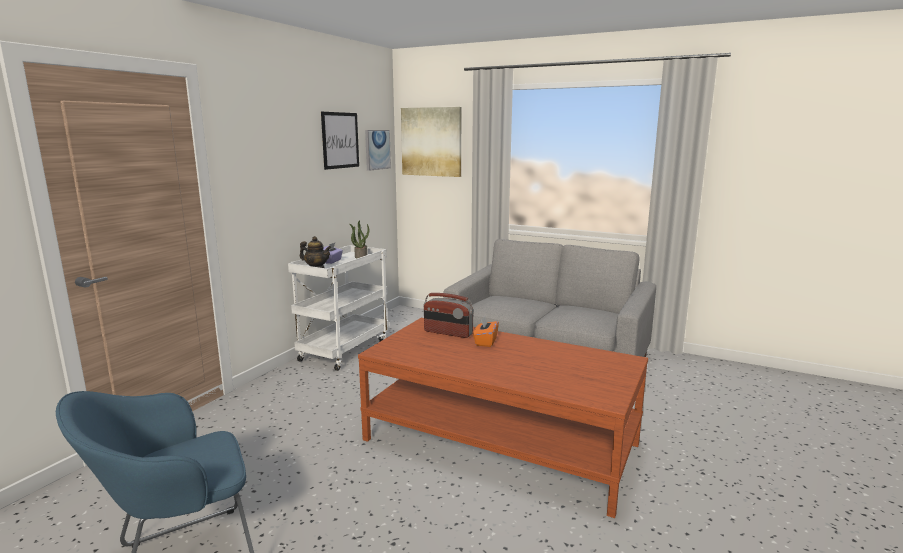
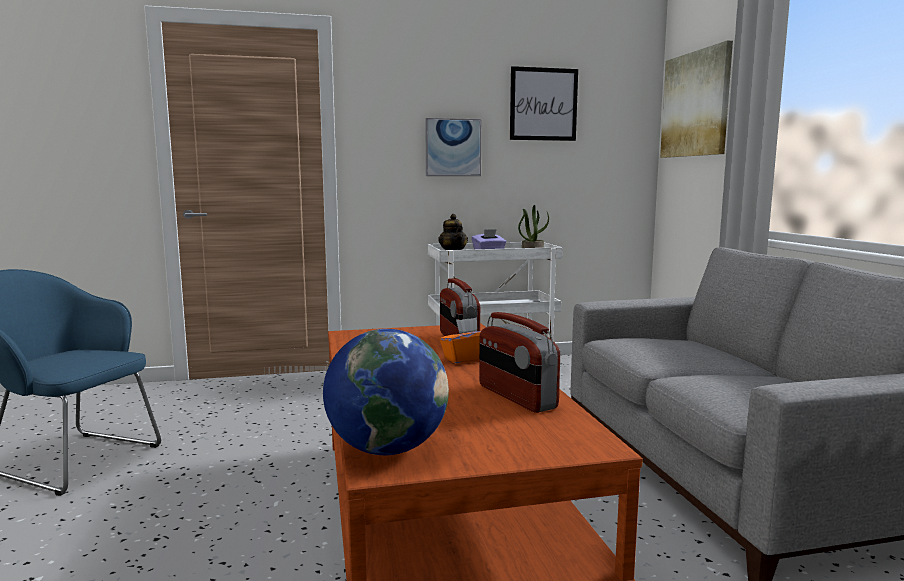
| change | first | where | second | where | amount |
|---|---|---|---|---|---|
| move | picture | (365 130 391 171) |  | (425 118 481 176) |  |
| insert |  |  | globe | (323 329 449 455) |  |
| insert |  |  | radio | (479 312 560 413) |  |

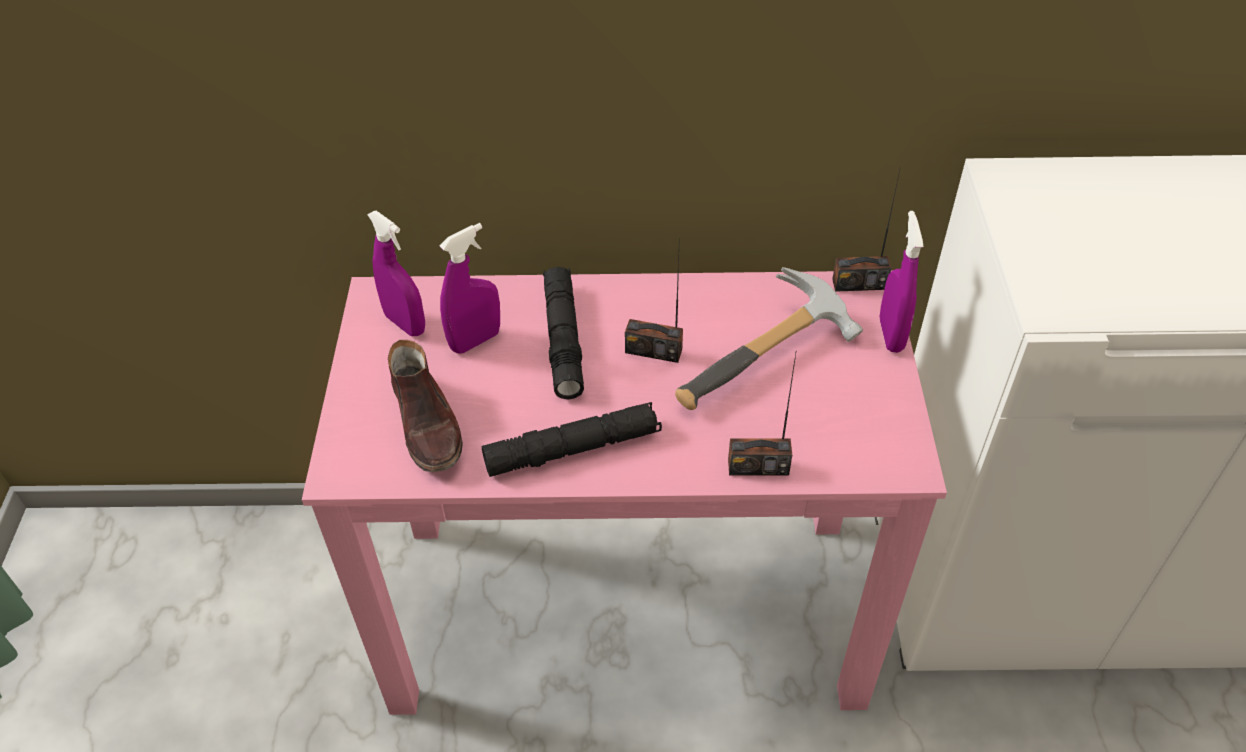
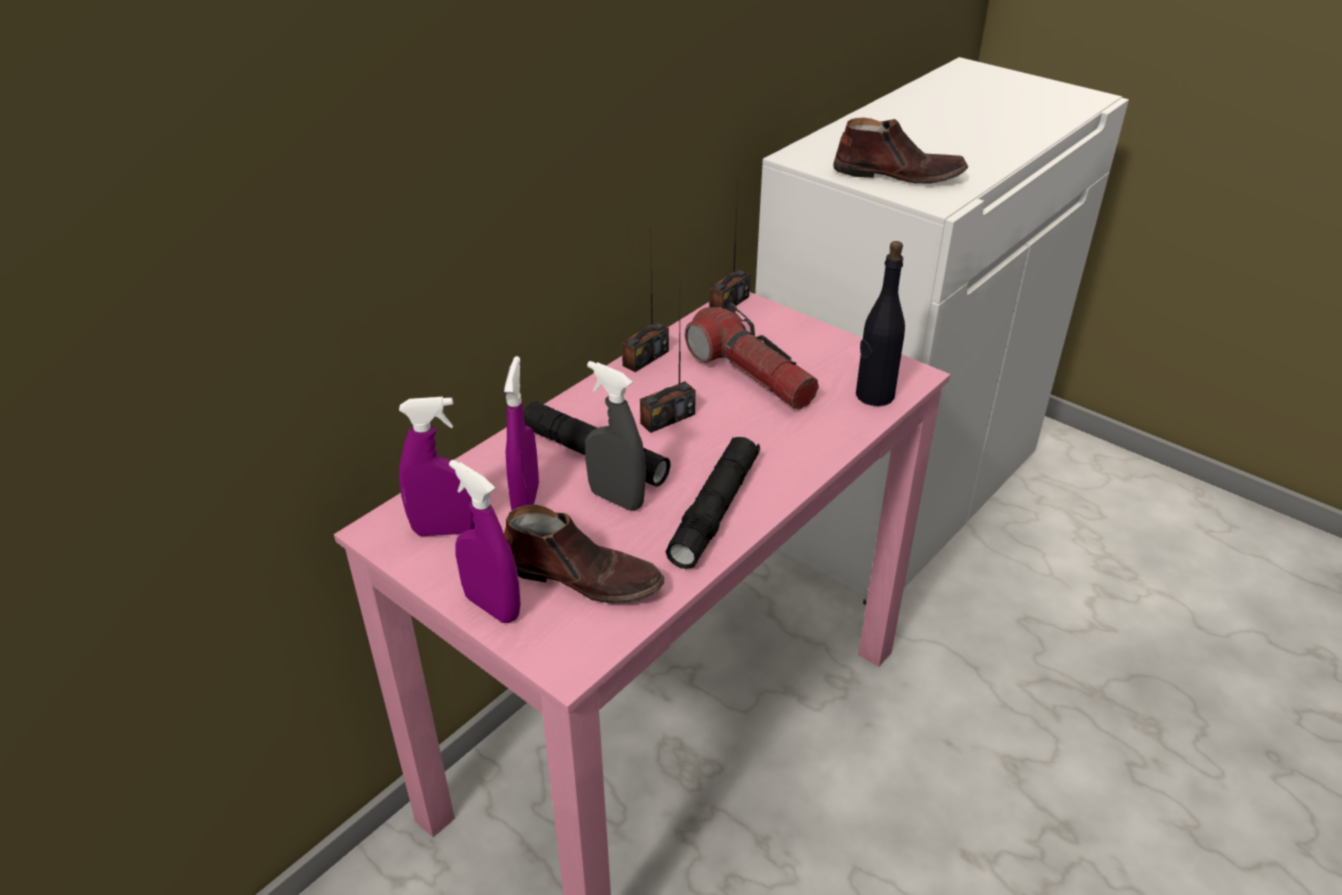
| change | first | where | second | where | amount |
|---|---|---|---|---|---|
| replace | hammer | (675 267 863 410) | flashlight | (685 303 819 410) |  |
| move | radio | (728 354 796 476) |  | (622 263 669 372) |  |
| move | purple spray bottle | (880 211 924 353) |  | (449 460 521 623) |  |
| insert |  |  | grey spray bottle | (585 361 646 511) |  |
| insert |  |  | brown shoe | (833 117 968 184) |  |
| insert |  |  | black bottle | (856 241 905 406) |  |

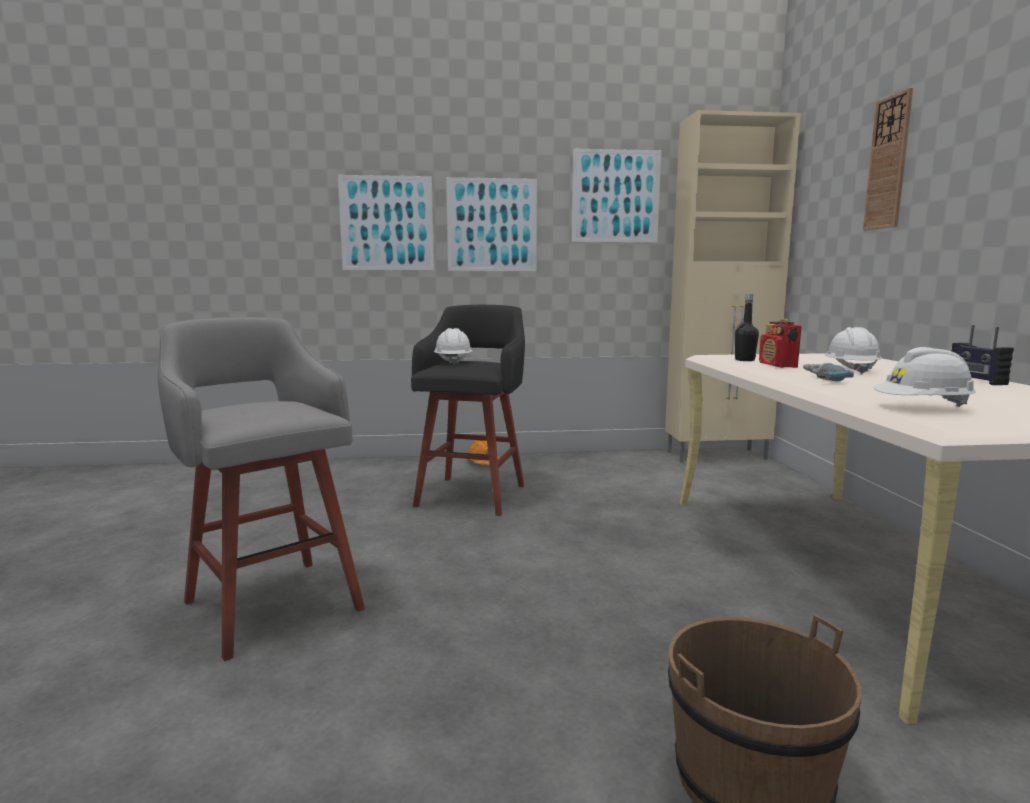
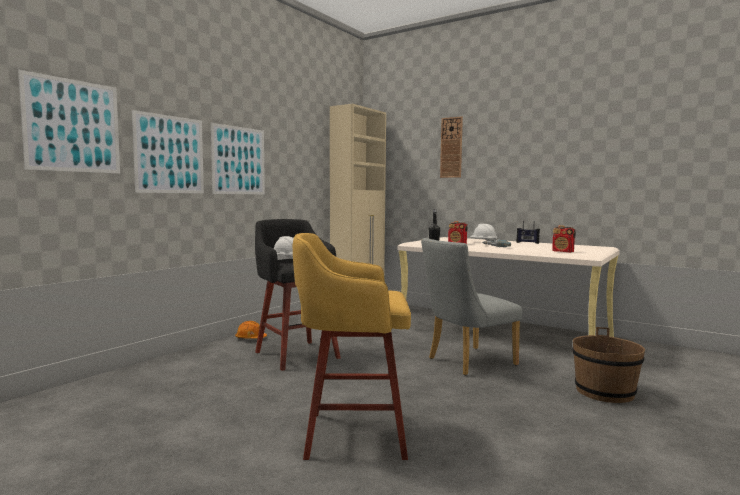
| change | first | where | second | where | amount |
|---|---|---|---|---|---|
| recolor | grey stool | (158 317 365 661) | yellow stool | (293 233 411 460) |  |
| move | picture | (572 149 661 242) |  | (18 70 120 174) |  |
| replace | white hard hat | (874 347 976 407) | radio | (552 225 576 253) |  |
| insert |  |  | grey chair | (421 238 523 376) |  |

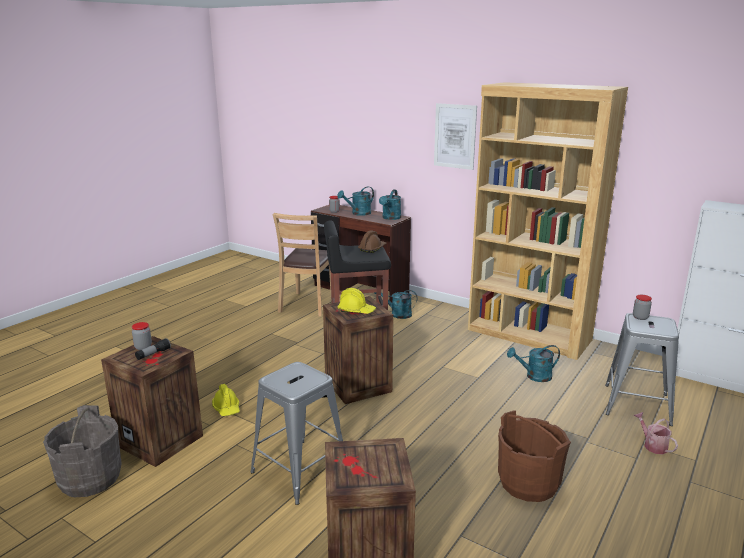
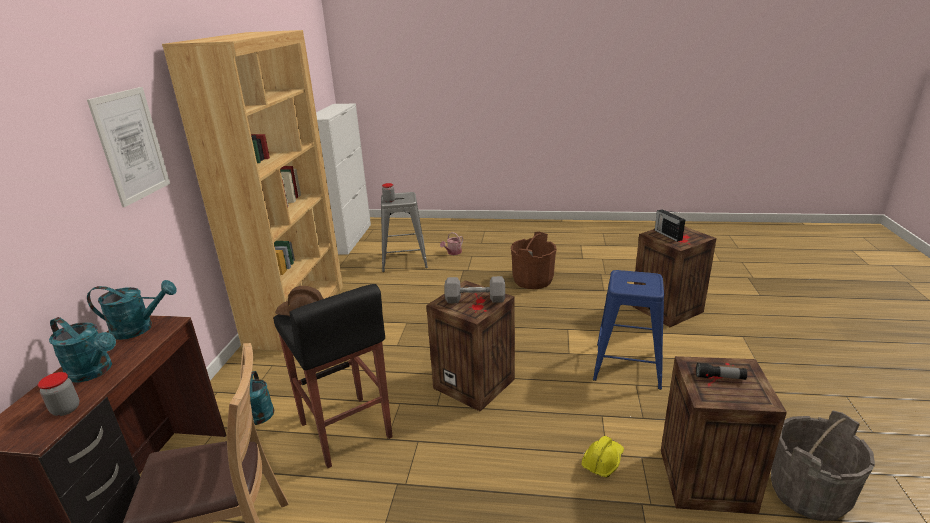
| change | first | where | second | where | amount |
|---|---|---|---|---|---|
| delete | jar | (132 322 152 350) |  |  |  |
| recolor | grey stool | (250 362 343 505) | blue stool | (593 270 664 390) |  |
| replace | yellow hard hat | (337 288 376 314) | grey dumbbell | (444 276 505 303) |  |
| delete | turquoise watering can | (507 345 560 382) |  |  |  |
| insert |  |  | radio | (655 209 685 242) |  |

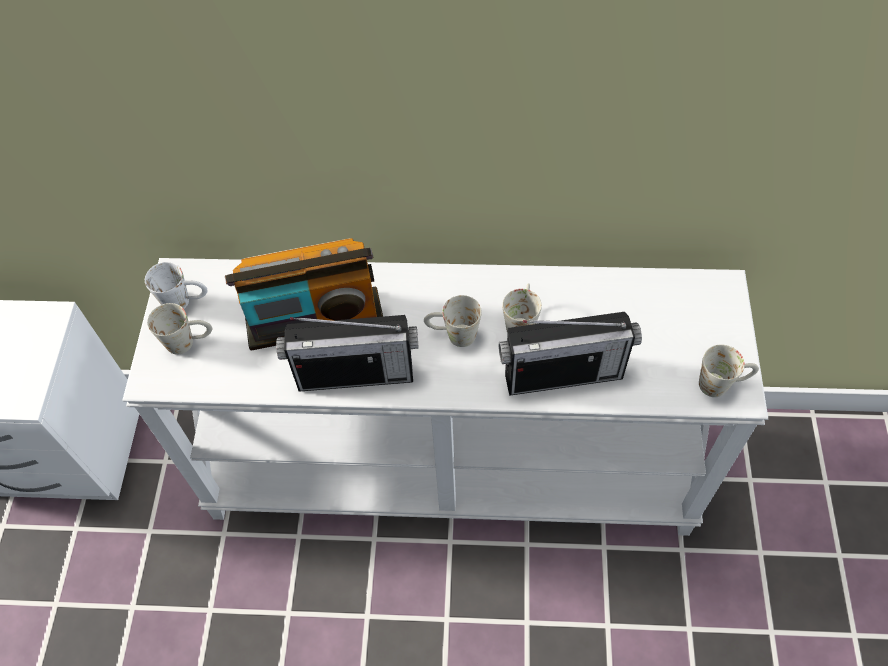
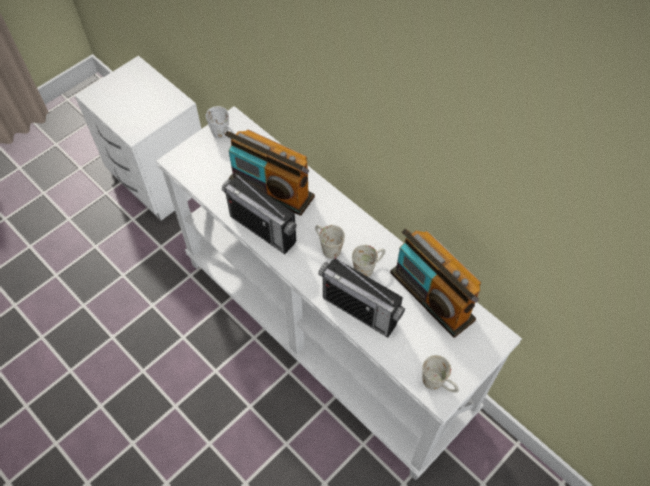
| change | first | where | second | where | amount |
|---|---|---|---|---|---|
| delete | white mug | (147 303 212 355) |  |  |  |
| insert |  |  | radio | (390 228 481 338) |  |

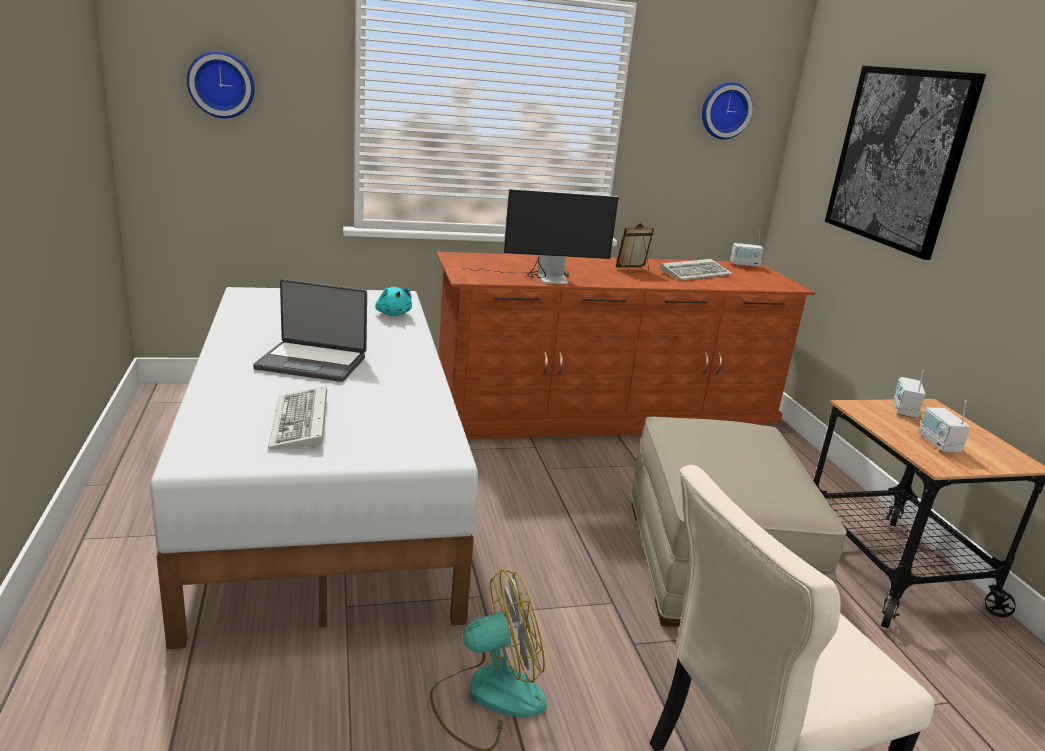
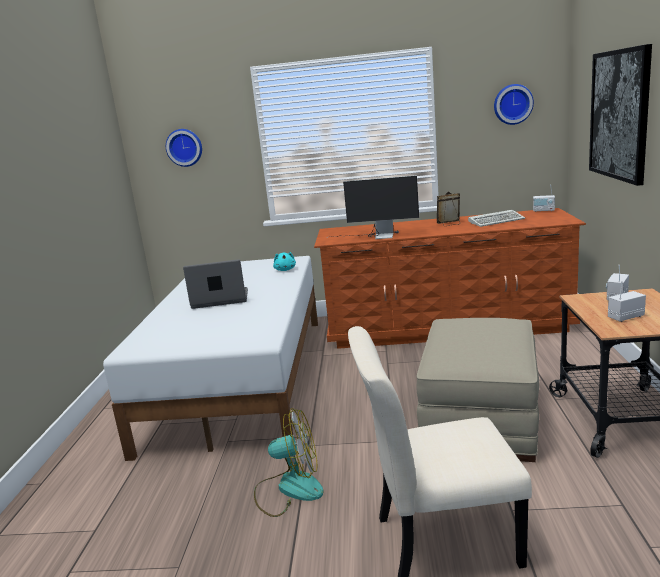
| change | first | where | second | where | amount |
|---|---|---|---|---|---|
| rotate | laptop | (253 279 367 382) |  | (183 259 248 309) | 150 degrees clockwise |
| delete | keyboard | (268 387 327 450) |  |  |  |
| rotate | radio | (918 401 971 452) |  | (608 281 646 322) | 60 degrees clockwise |

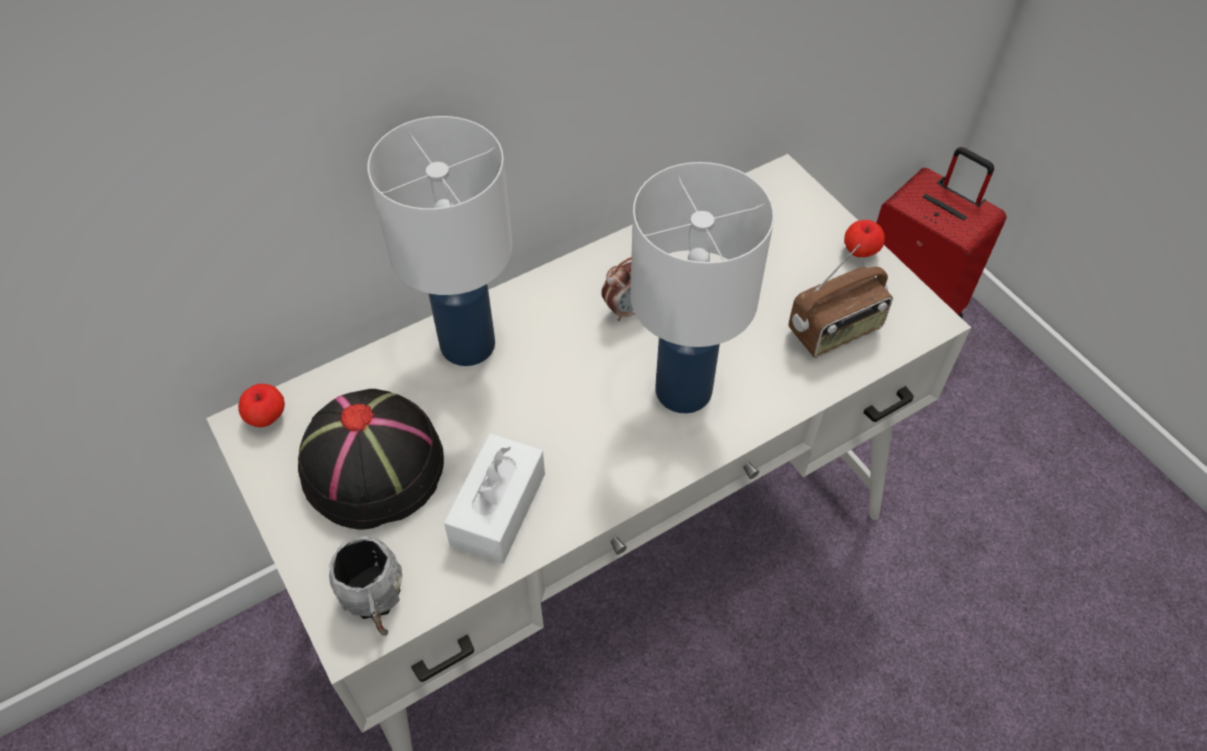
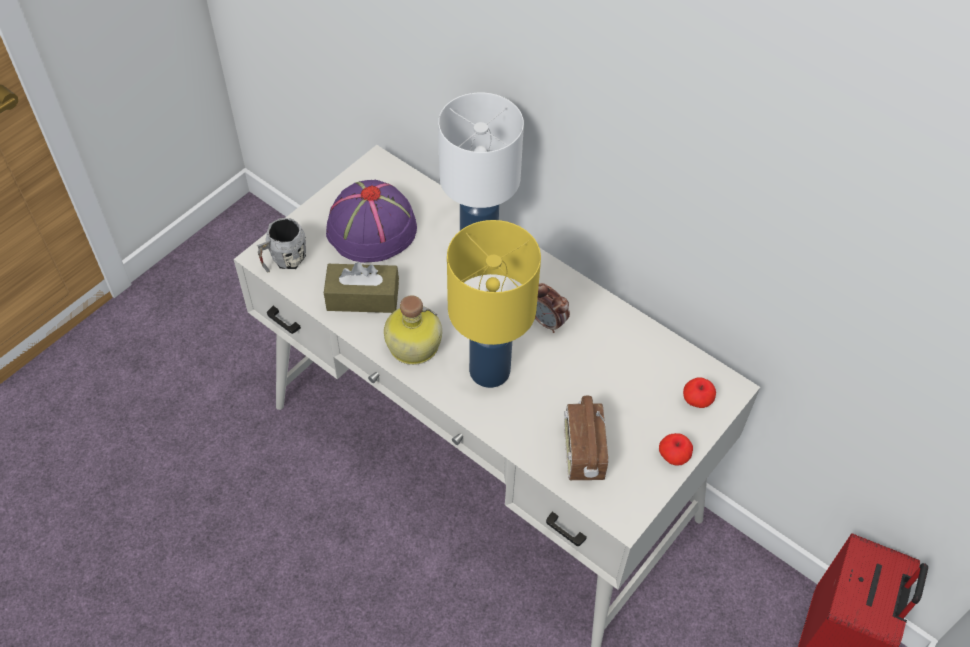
| change | first | where | second | where | amount |
|---|---|---|---|---|---|
| move | apple | (238 384 285 427) |  | (683 377 716 408) |  |
| recolor | black hat | (298 389 444 530) | purple hat | (326 179 417 263) |  |
| recolor | white tissue box | (444 433 545 564) | brown tissue box | (324 262 399 313) |  |
| recolor | white table lamp | (630 162 774 414) | yellow table lamp | (447 220 541 388) |  |
| rotate | radio | (788 244 893 358) |  | (564 396 608 480) | 45 degrees clockwise |
| insert |  |  | bottle | (384 295 442 365) |  |

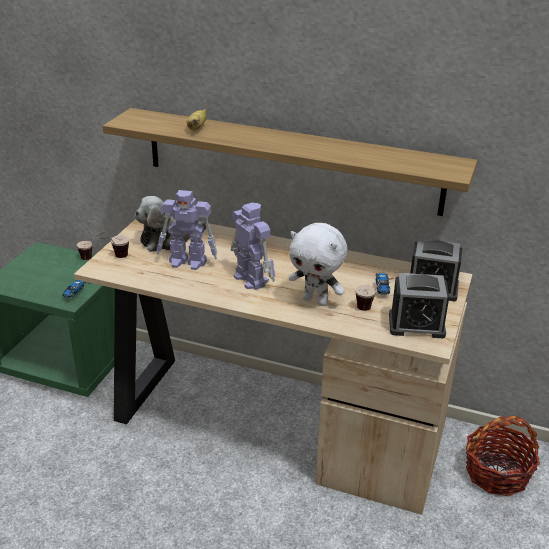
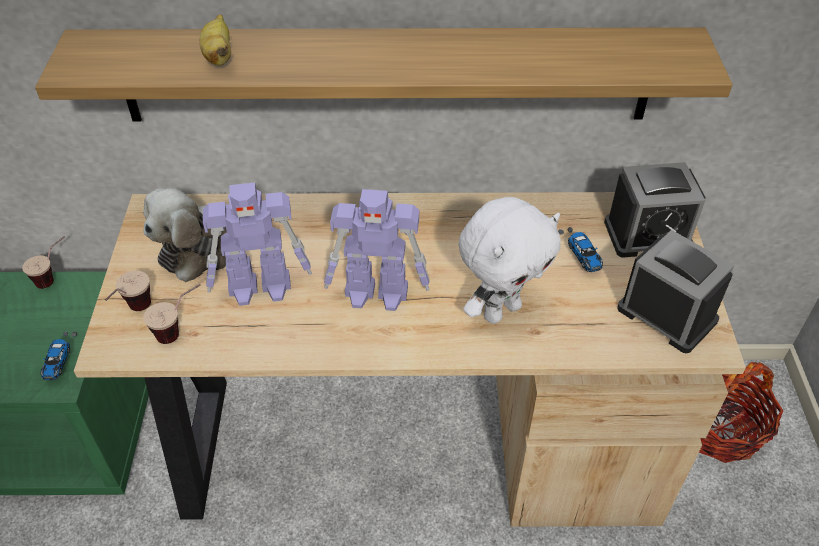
| change | first | where | second | where | amount |
|---|---|---|---|---|---|
| rotate | toy robot | (231 203 275 290) |  | (324 189 430 311) | 150 degrees clockwise |
| rotate | white plush toy | (289 223 347 306) |  | (459 197 561 324) | 45 degrees counterclockwise |
| move | cup | (355 278 394 311) |  | (143 284 201 344) |  |
| rotate | alarm clock | (389 273 449 338) |  | (617 230 734 353) | 120 degrees counterclockwise |

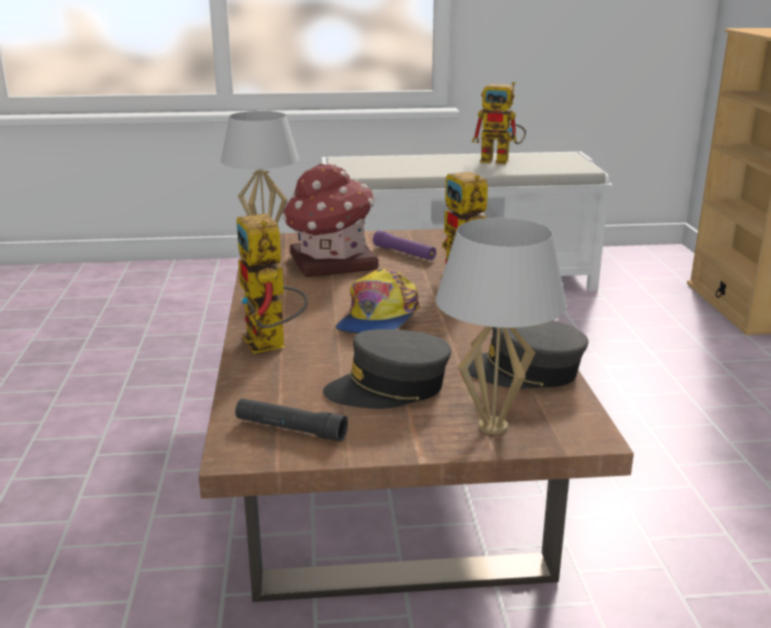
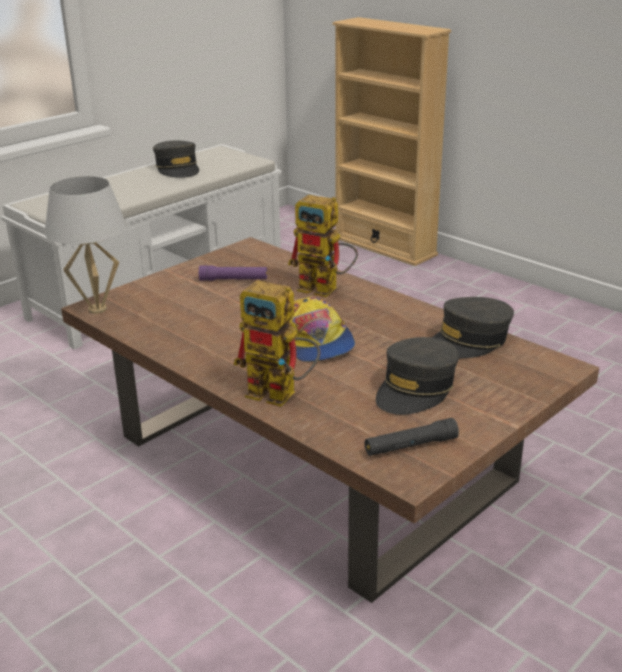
| change | first | where | second | where | amount |
|---|---|---|---|---|---|
| delete | toy house | (282 163 379 277) |  |  |  |
| delete | white table lamp | (436 218 567 434) |  |  |  |
| replace | toy robot | (472 82 526 164) | grey cap | (153 141 199 178) |  |

